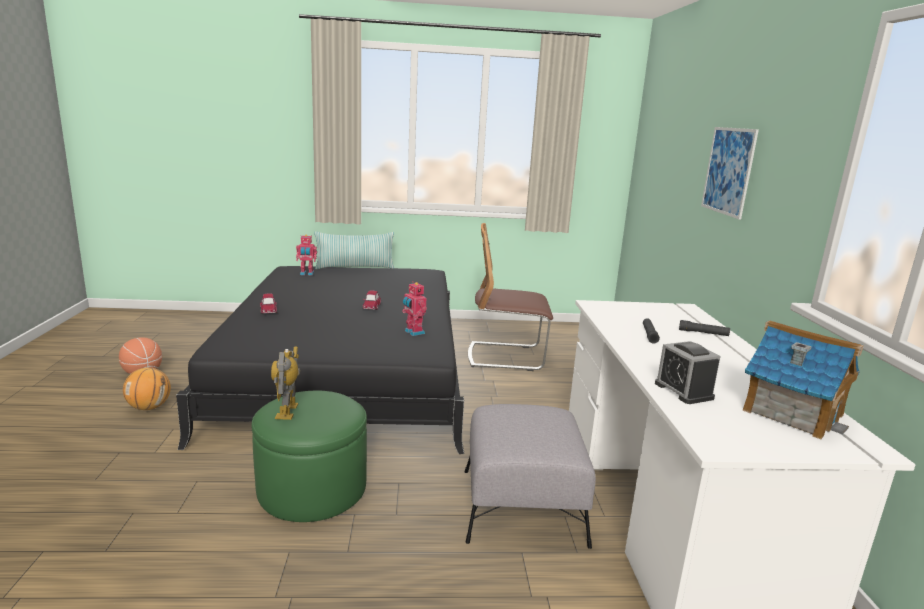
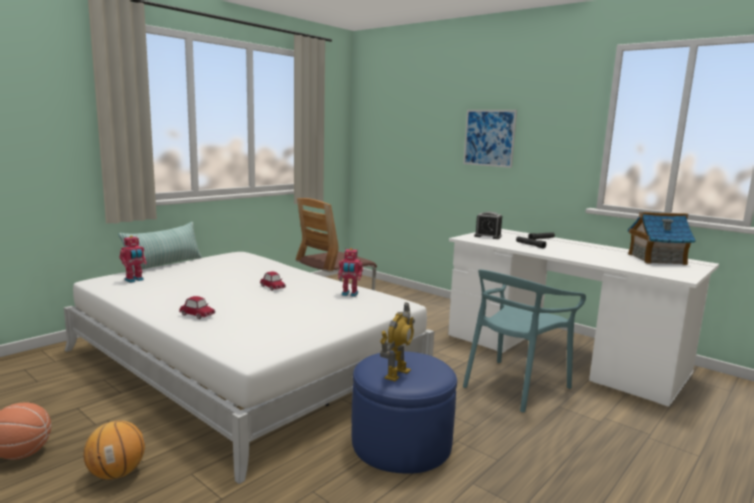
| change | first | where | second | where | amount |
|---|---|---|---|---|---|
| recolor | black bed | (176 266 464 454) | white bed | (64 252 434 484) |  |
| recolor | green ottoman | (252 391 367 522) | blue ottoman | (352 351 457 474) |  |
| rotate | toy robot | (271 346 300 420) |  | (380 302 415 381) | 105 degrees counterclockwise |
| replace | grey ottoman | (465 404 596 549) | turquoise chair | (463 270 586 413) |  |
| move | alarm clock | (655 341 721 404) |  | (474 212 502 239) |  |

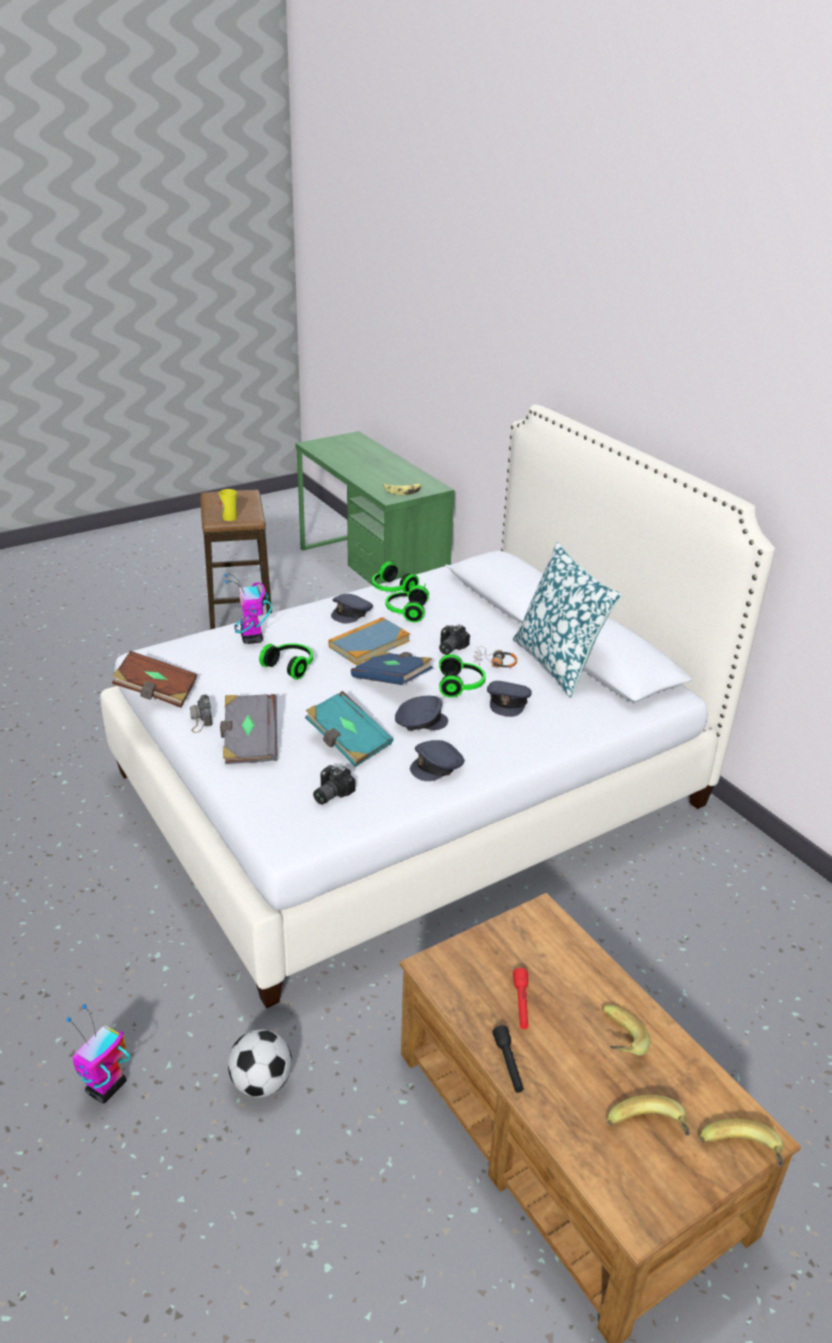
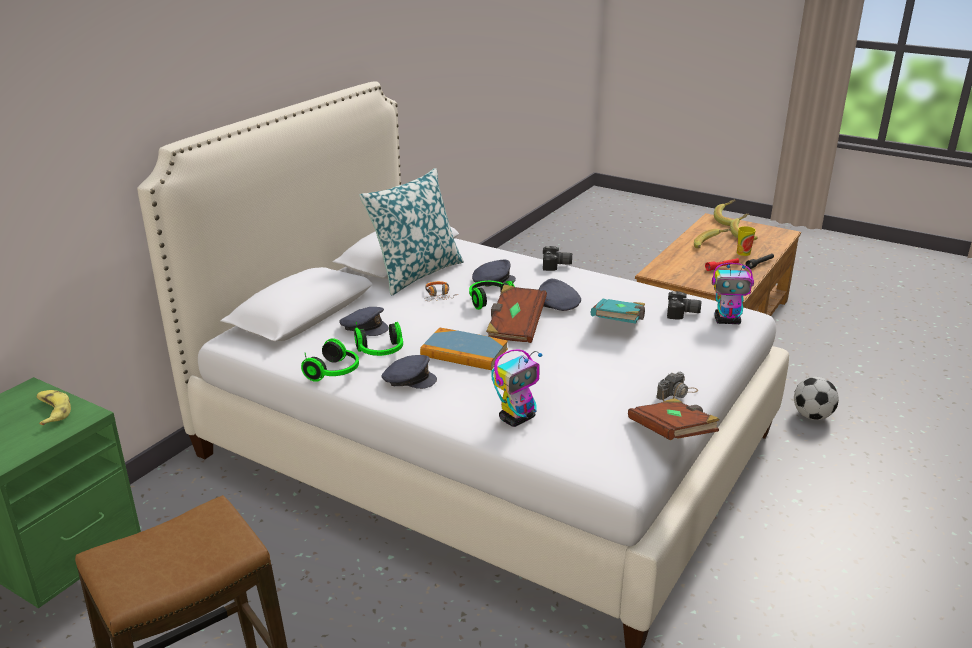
| change | first | where | second | where | amount |
|---|---|---|---|---|---|
| move | toy robot | (66 1004 130 1104) |  | (712 263 754 324) |  |
| move | cup | (219 489 237 521) |  | (737 226 756 256) |  |
| delete | grey book | (220 694 278 764) |  |  |  |
| delete | headphones | (259 643 313 680) |  |  |  |
| recolor | blue book | (351 651 433 685) | brown book | (486 285 547 343) |  |
| move | grey cap | (410 740 464 781) |  | (339 307 389 336) |  |
| move | photo camera | (439 625 470 655) |  | (543 246 572 271) |  |

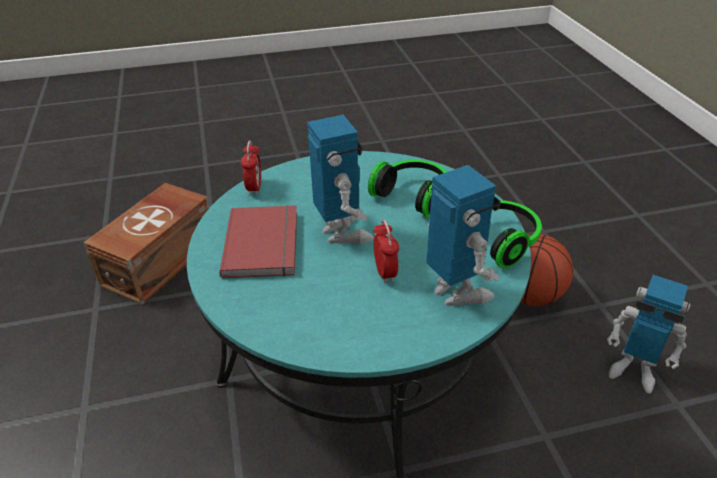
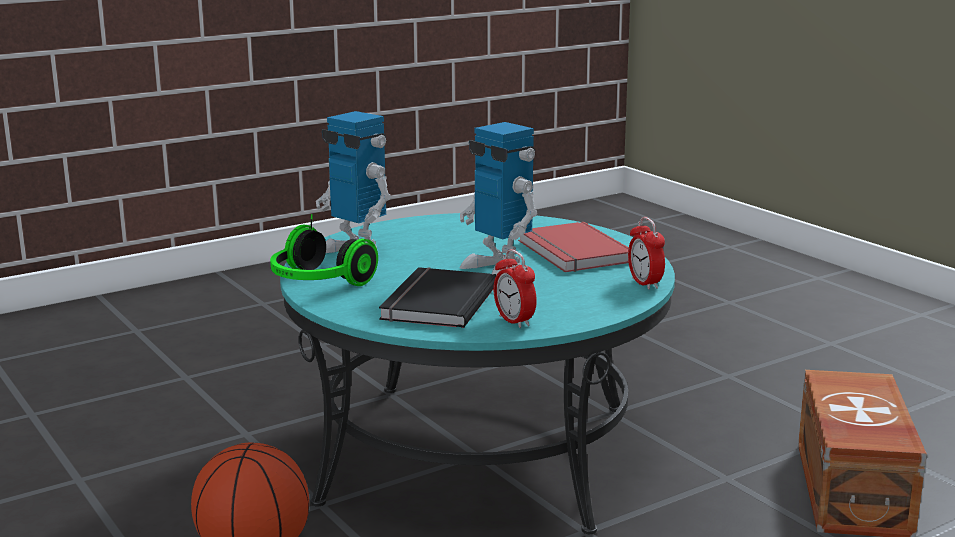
| change | first | where | second | where | amount |
|---|---|---|---|---|---|
| replace | headphones | (368 160 447 218) | black book | (379 267 496 328) |  |
| move | alarm clock | (373 220 399 283) |  | (493 249 537 328) |  |
| delete | toy robot | (607 275 690 393) |  |  |  |

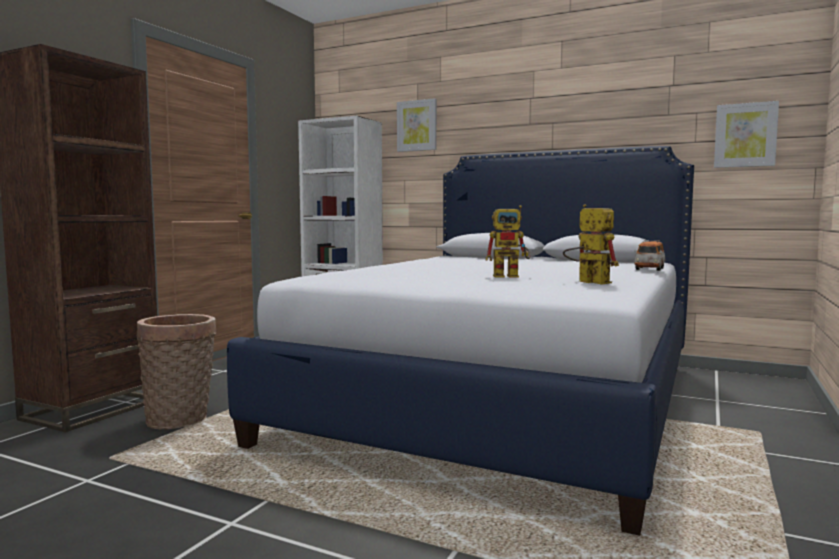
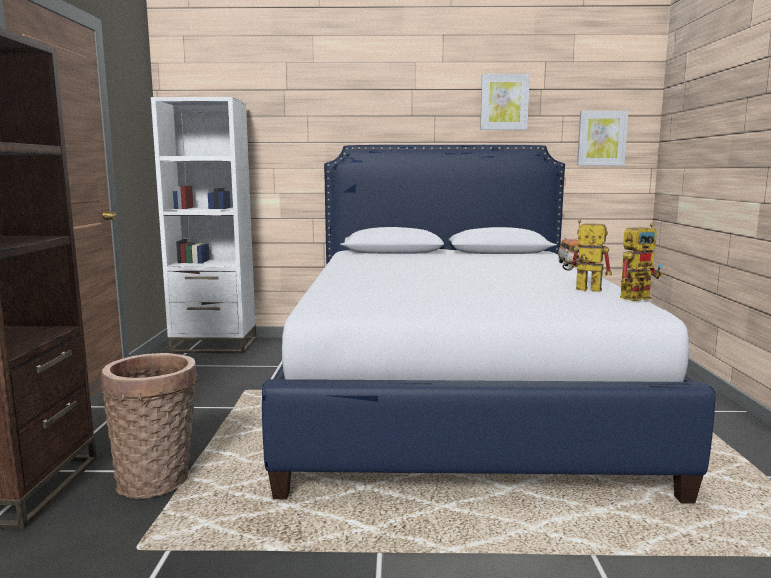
| change | first | where | second | where | amount |
|---|---|---|---|---|---|
| move | picture | (397 98 437 152) |  | (480 74 530 130) |  |
| move | toy robot | (485 205 531 277) |  | (620 223 663 301) |  |

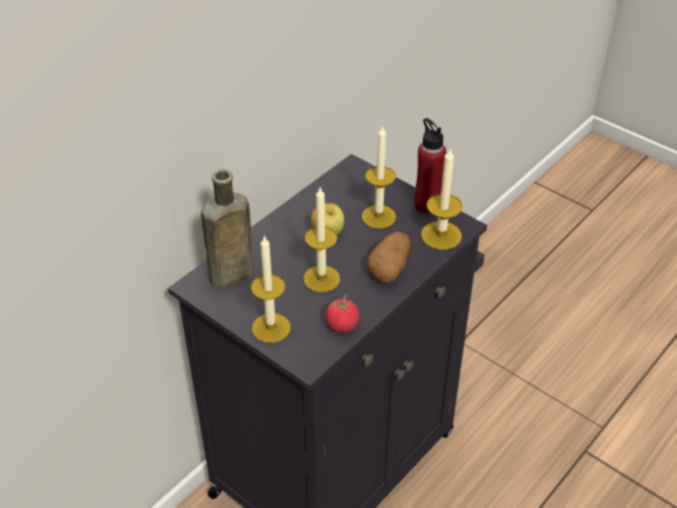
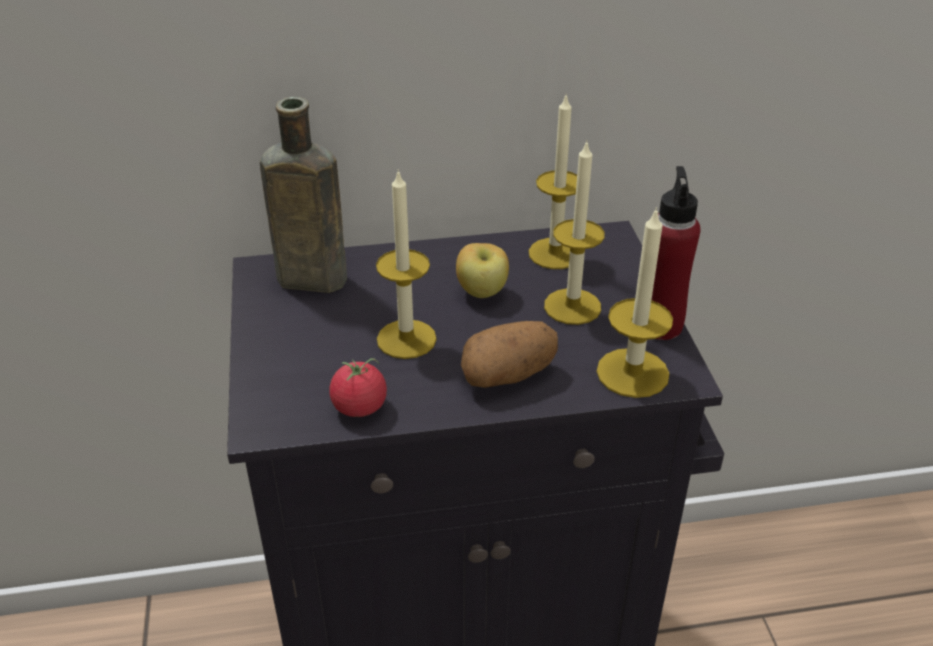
| change | first | where | second | where | amount |
|---|---|---|---|---|---|
| move | candle | (251 235 291 343) |  | (529 93 577 269) |  |

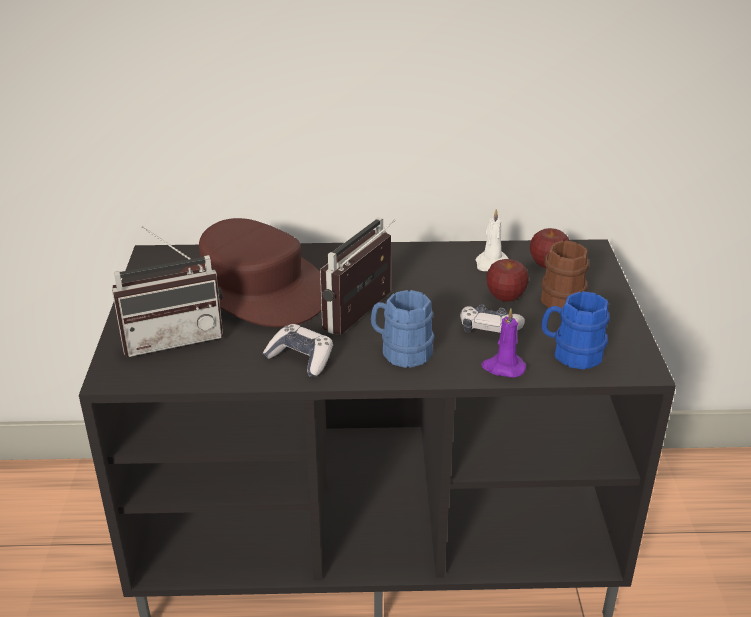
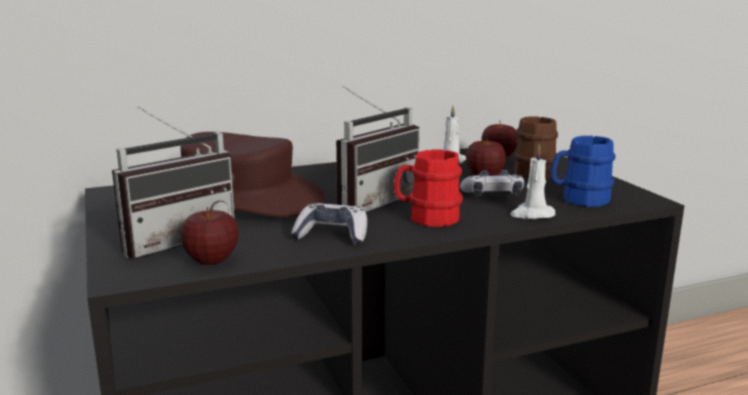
| change | first | where | second | where | amount |
|---|---|---|---|---|---|
| rotate | radio | (320 217 396 335) |  | (336 86 420 212) | 150 degrees counterclockwise |
| recolor | blue mug | (371 290 435 368) | red mug | (394 149 463 227) |  |
| recolor | purple candle | (481 308 526 378) | white candle | (510 145 555 219) |  |
| insert |  |  | apple | (181 207 239 265) |  |

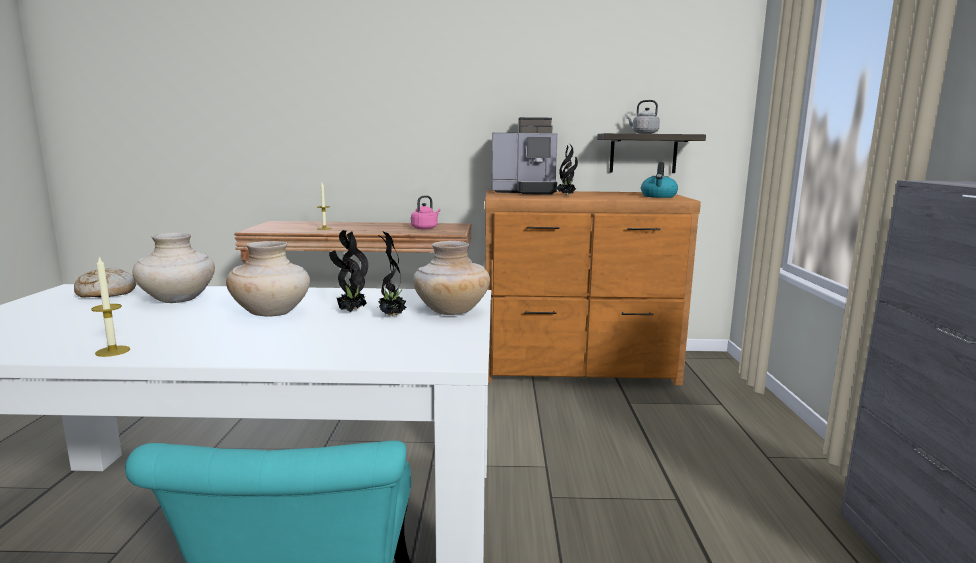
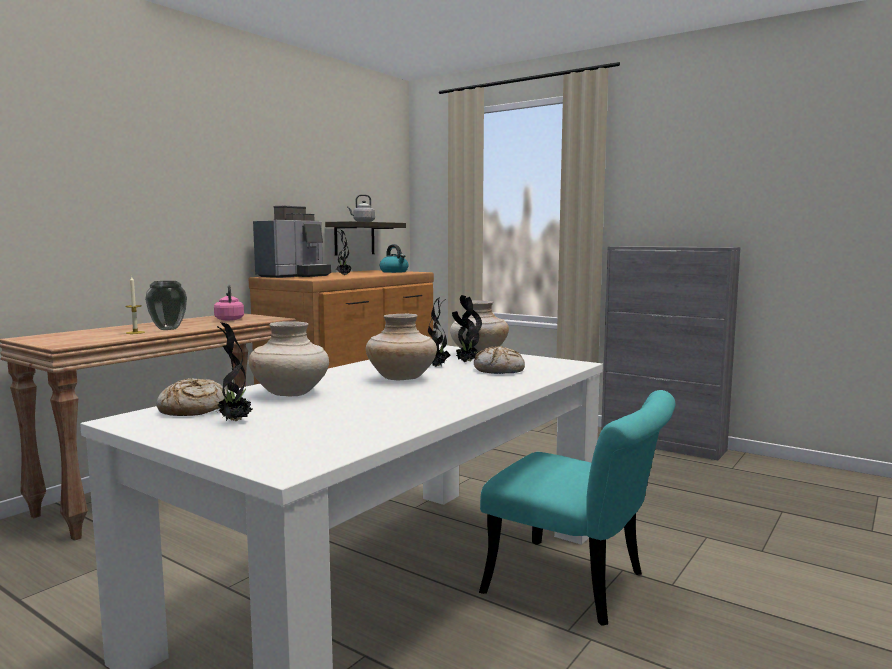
| change | first | where | second | where | amount |
|---|---|---|---|---|---|
| delete | candle | (91 257 130 357) |  |  |  |
| insert |  |  | vase | (145 281 187 330) |  |
| insert |  |  | potted plant | (217 322 252 421) |  |
| insert |  |  | bread | (474 346 525 374) |  |

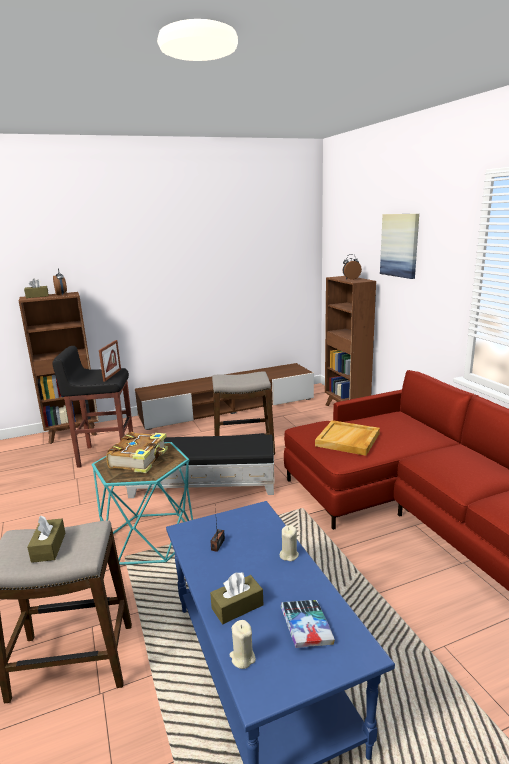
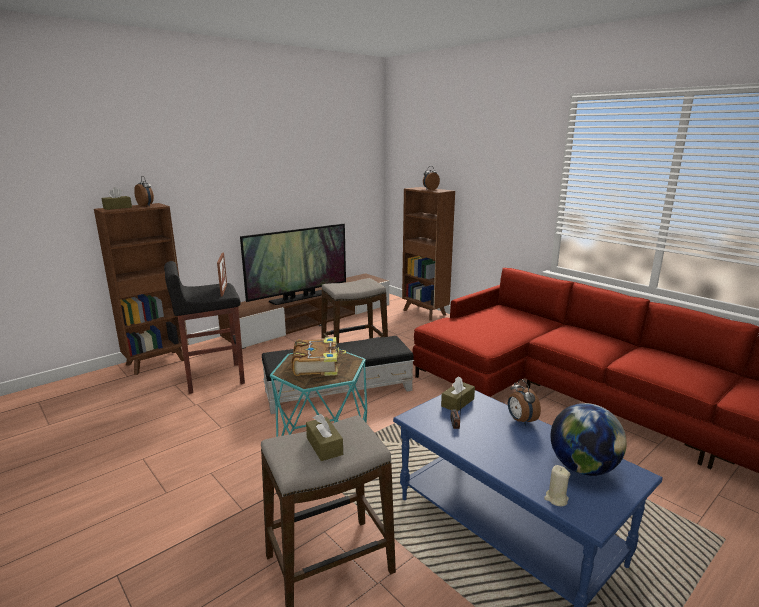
| change | first | where | second | where | amount |
|---|---|---|---|---|---|
| move | brown tissue box | (210 572 263 624) |  | (441 376 475 411) |  |
| replace | beige candle | (280 525 299 561) | alarm clock | (508 379 541 426) |  |
| replace | book | (281 600 335 648) | globe | (551 403 627 476) |  |
| delete | beige tray | (315 420 380 456) |  |  |  |
| delete | picture | (380 214 419 279) |  |  |  |
| insert |  |  | television | (240 224 346 305) |  |

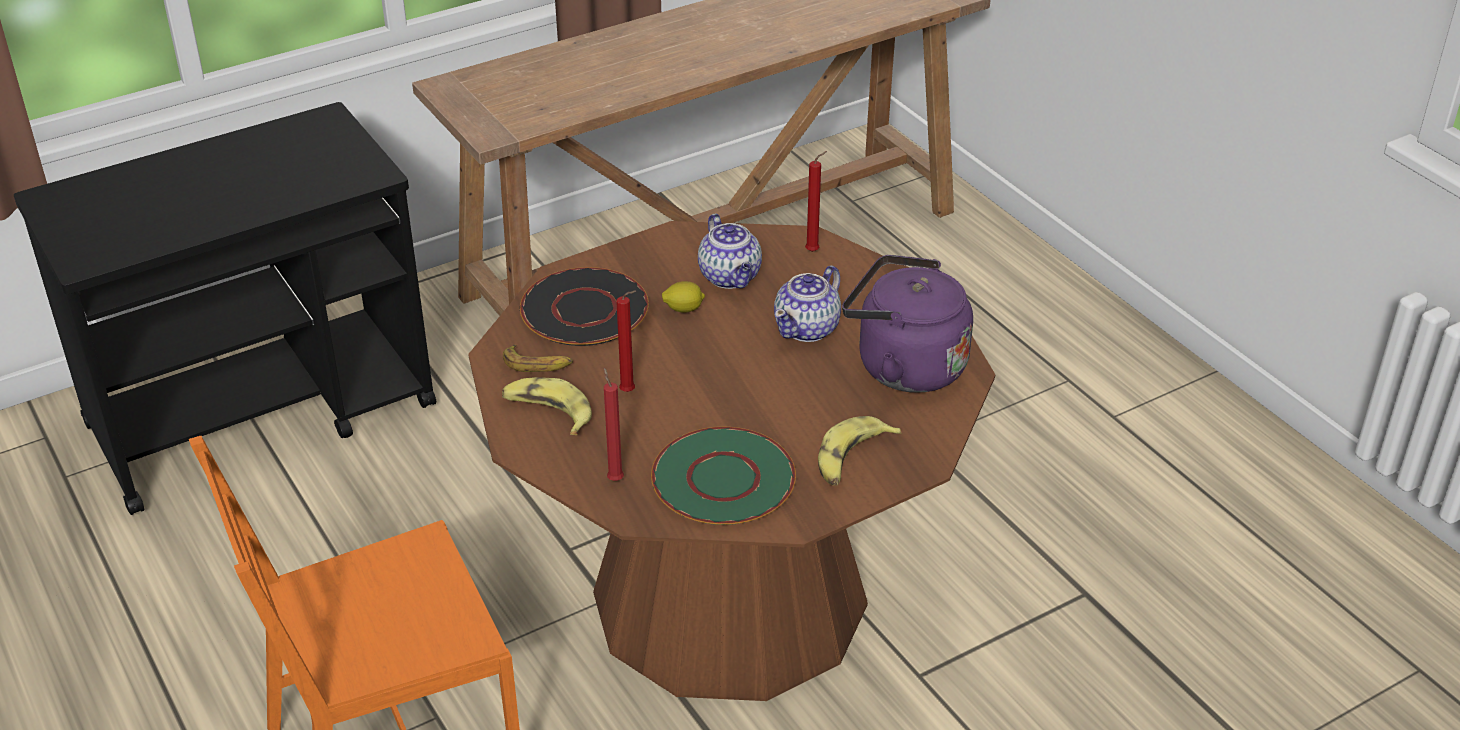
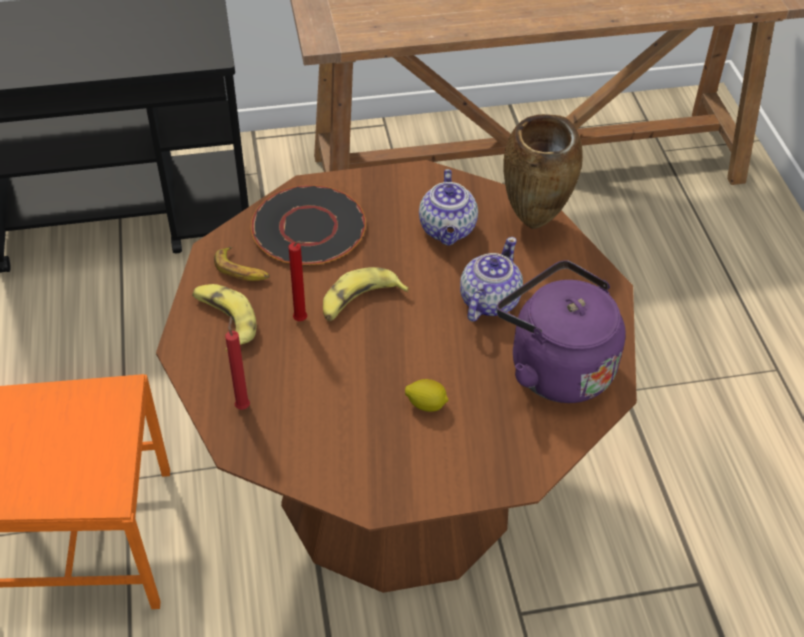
| change | first | where | second | where | amount |
|---|---|---|---|---|---|
| delete | green plate | (651 427 796 525) |  |  |  |
| move | lemon | (662 281 705 313) |  | (405 379 449 412) |  |
| rotate | teapot | (774 266 841 342) |  | (460 237 523 322) | 150 degrees clockwise |
| replace | red candle | (805 151 827 252) | brown vase | (503 114 583 229) |  |
| move | banana | (818 416 902 486) |  | (323 267 409 321) |  |

